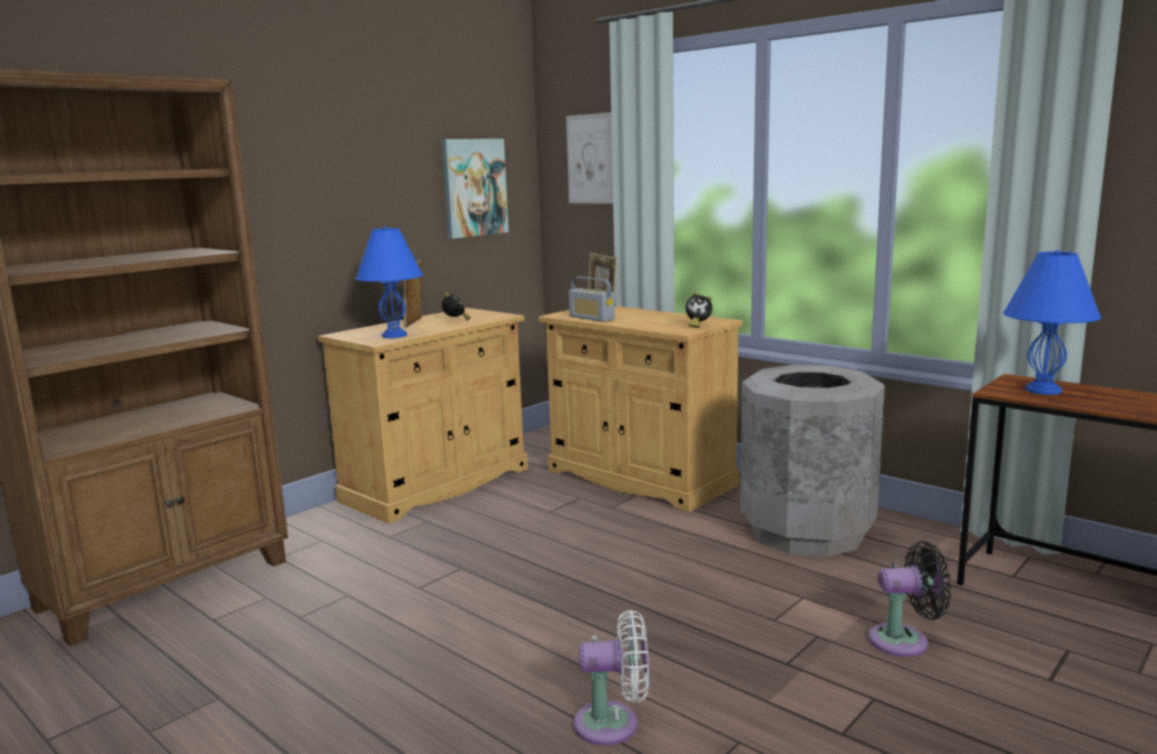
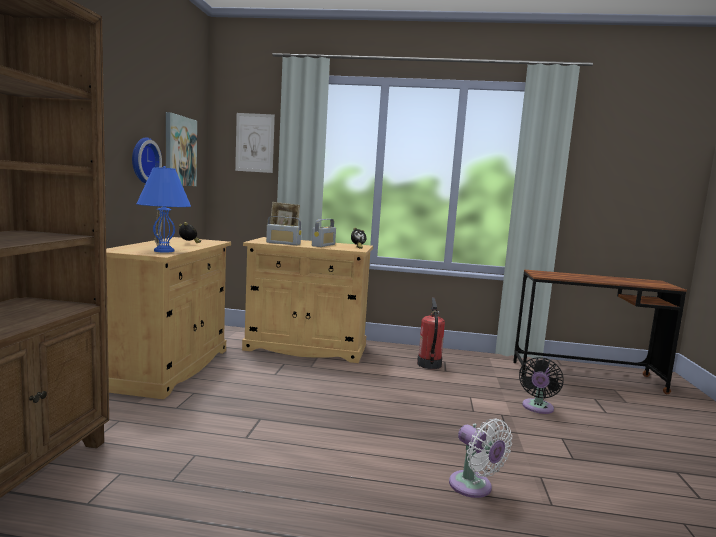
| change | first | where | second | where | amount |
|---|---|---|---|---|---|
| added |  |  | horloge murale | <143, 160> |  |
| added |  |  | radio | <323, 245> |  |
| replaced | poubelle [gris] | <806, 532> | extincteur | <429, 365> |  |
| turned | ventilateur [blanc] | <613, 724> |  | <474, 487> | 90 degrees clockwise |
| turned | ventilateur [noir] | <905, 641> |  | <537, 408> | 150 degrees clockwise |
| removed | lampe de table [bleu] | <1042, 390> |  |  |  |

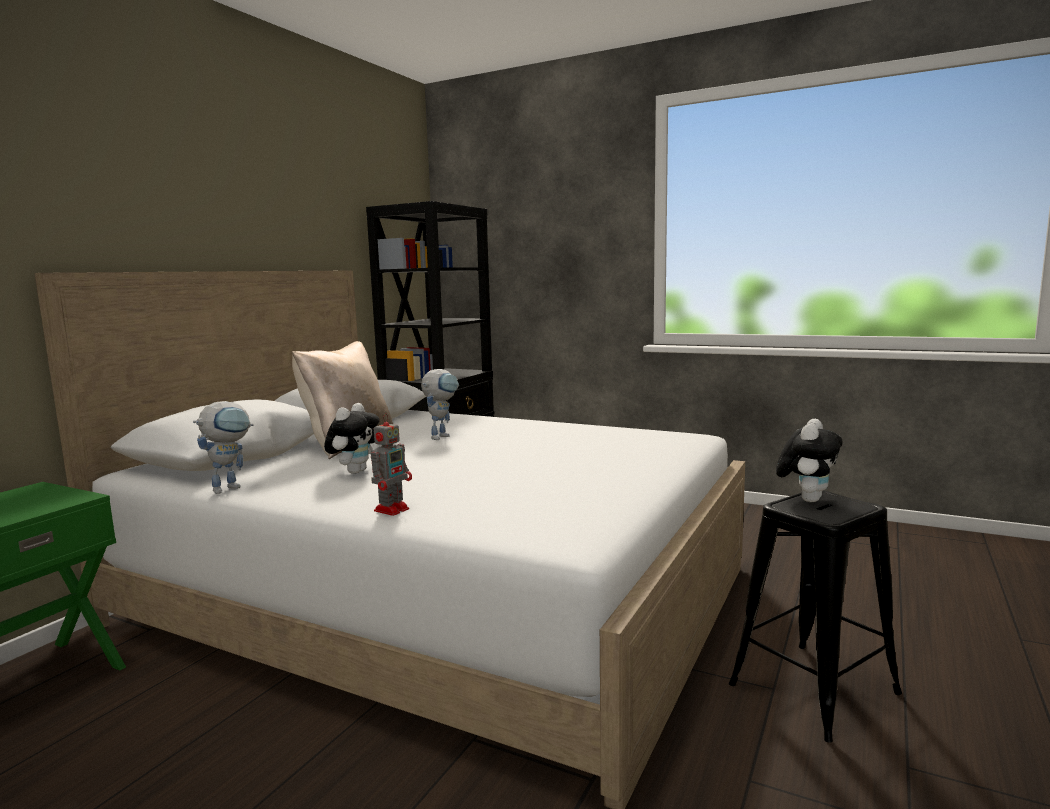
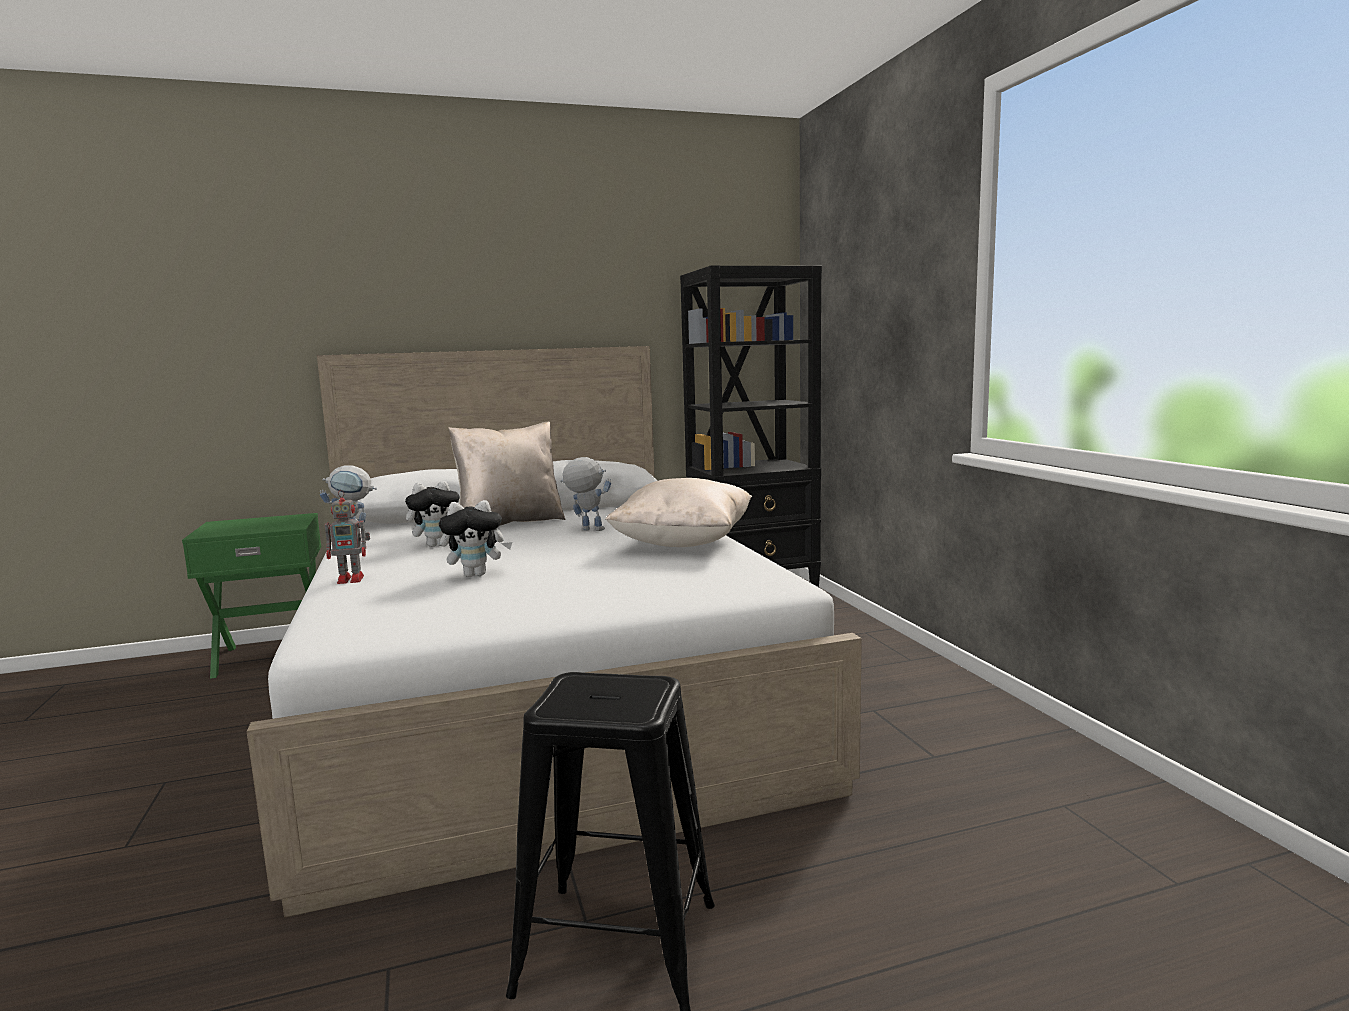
| change | first | where | second | where | amount |
|---|---|---|---|---|---|
| moved | peluche | <807, 499> |  | <477, 574> |  |
| turned | robot jouet | <442, 436> |  | <586, 530> | 150 degrees counterclockwise |
| added |  |  | coussin [beige] | <683, 543> |  |

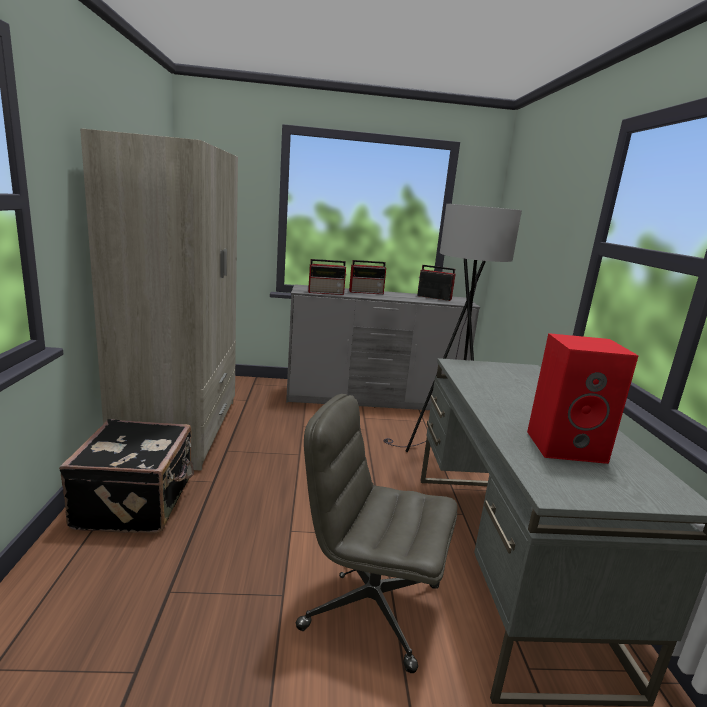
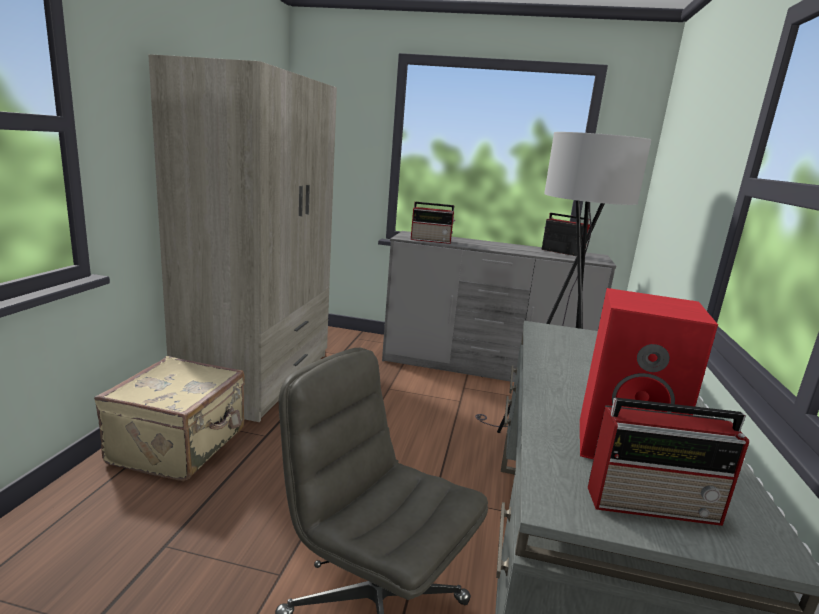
| change | first | where | second | where | amount |
|---|---|---|---|---|---|
| recoloured | valise [noir] | <137, 502> | valise [beige] | <181, 446> |  |
| moved | radio | <367, 292> |  | <654, 504> |  |

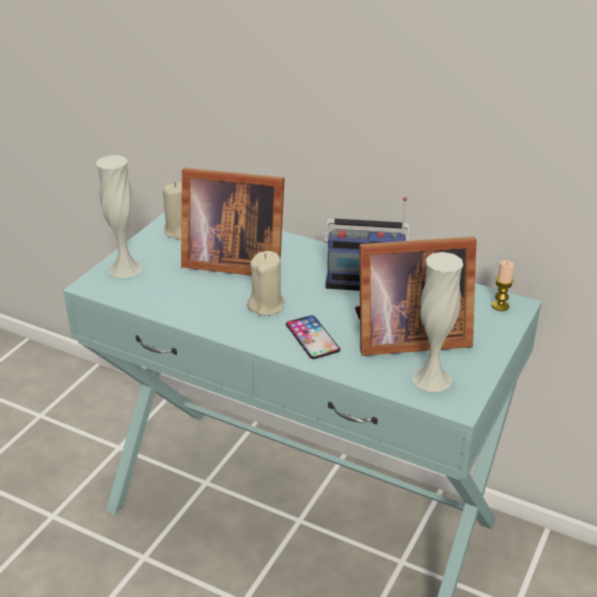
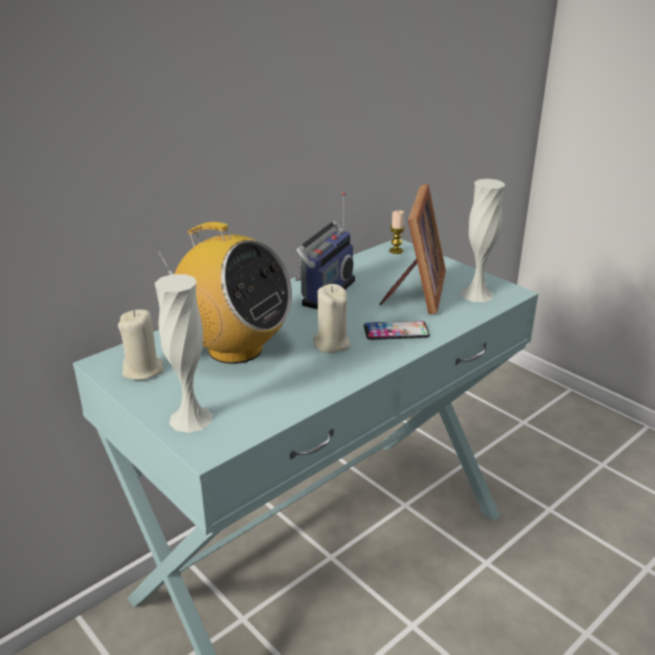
| change | first | where | second | where | amount |
|---|---|---|---|---|---|
| replaced | cadre photo | <231, 260> | radio | <234, 349> |  |

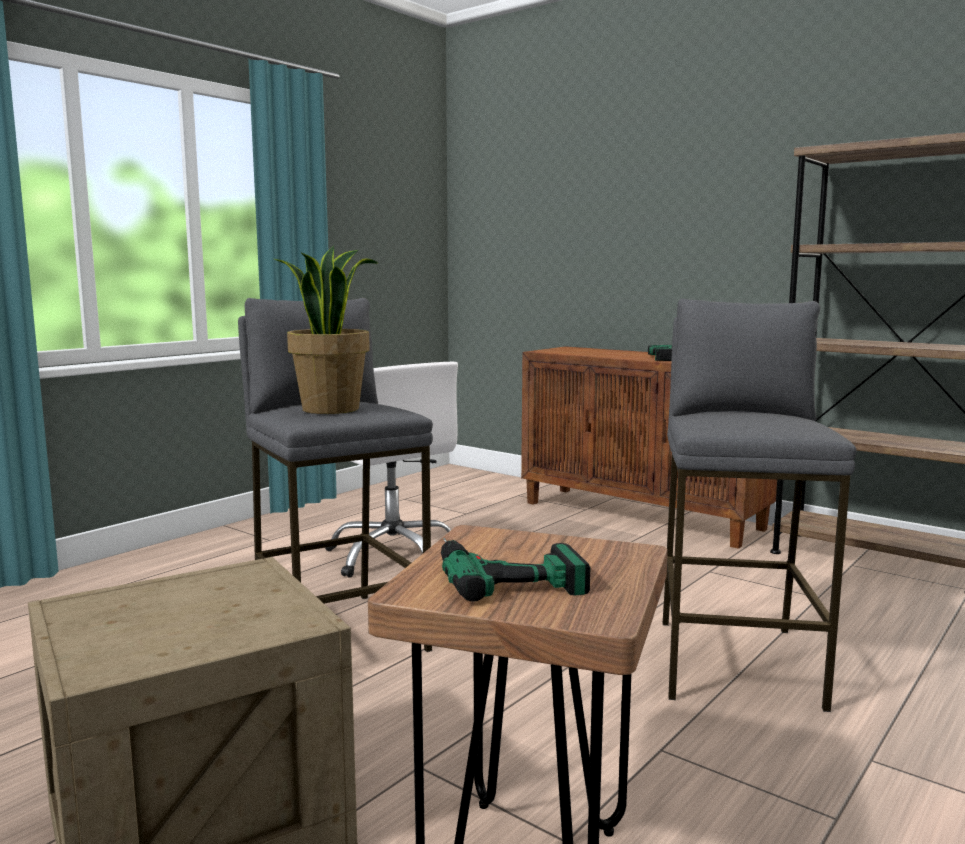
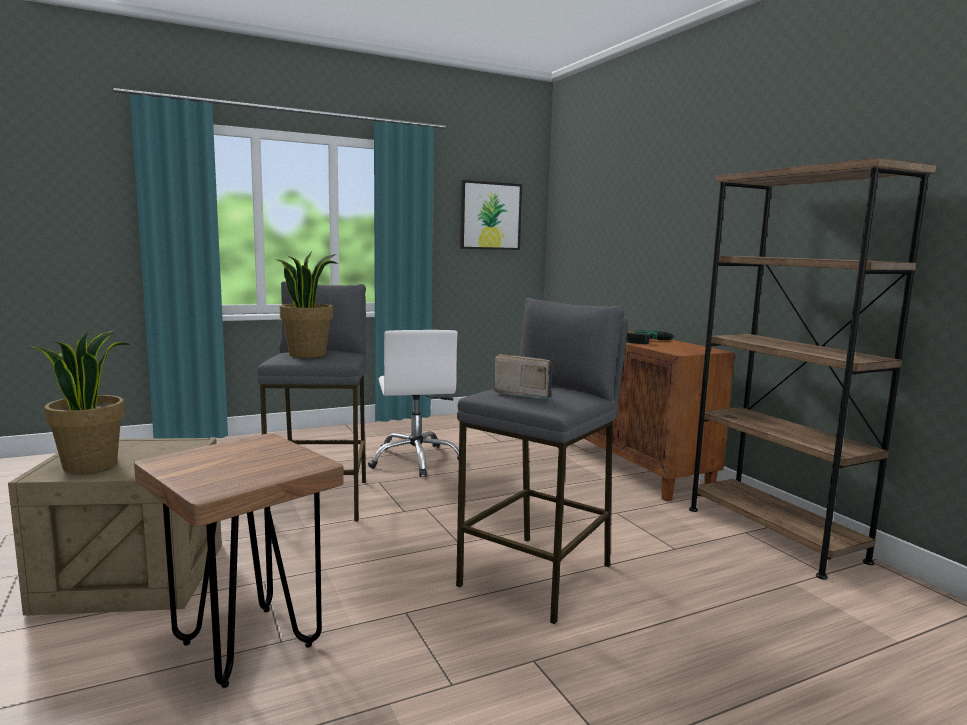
| change | first | where | second | where | amount |
|---|---|---|---|---|---|
| added |  |  | plante en pot | <90, 465> |  |
| added |  |  | tableau | <490, 216> |  |
| added |  |  | radio | <524, 394> |  |
| removed | perceuse | <504, 572> |  |  |  |

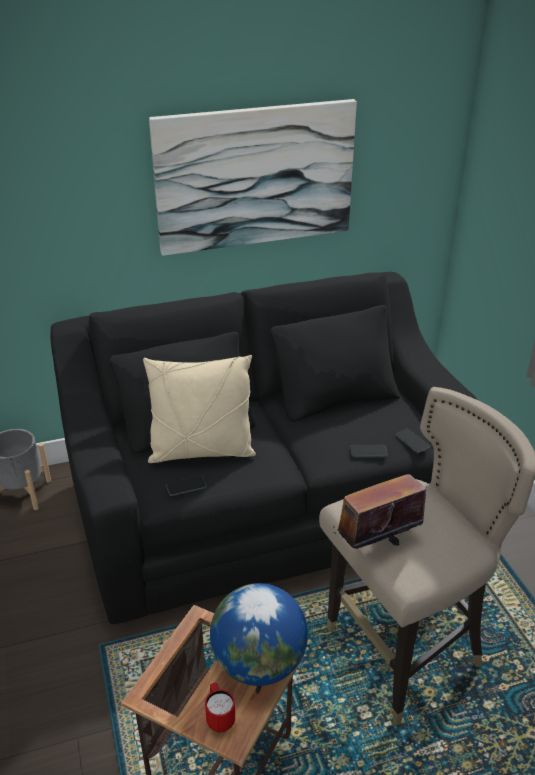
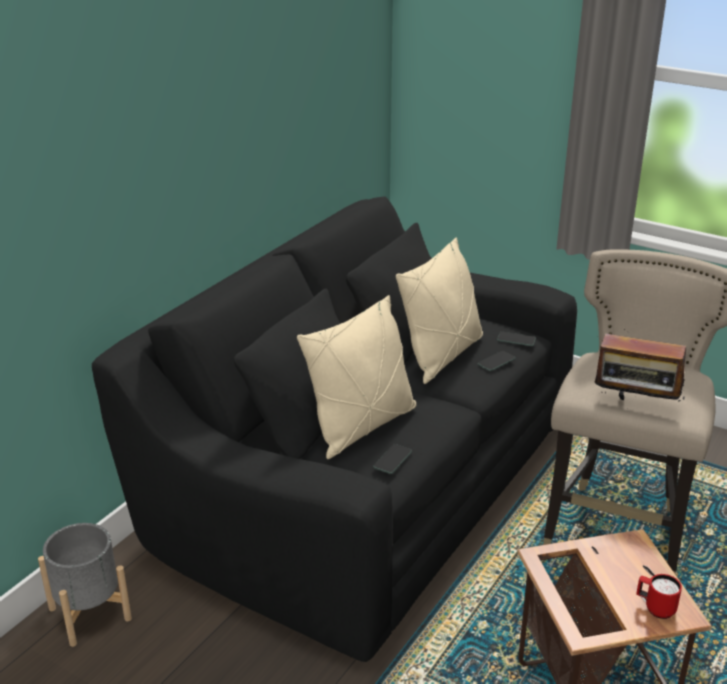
| change | first | where | second | where | amount |
|---|---|---|---|---|---|
| added |  |  | coussin [beige] | <442, 356> |  |
| turned | radio | <376, 544> |  | <635, 406> | 90 degrees counterclockwise |
| removed | tableau | <255, 177> |  |  |  |
| removed | globe | <259, 663> |  |  |  |

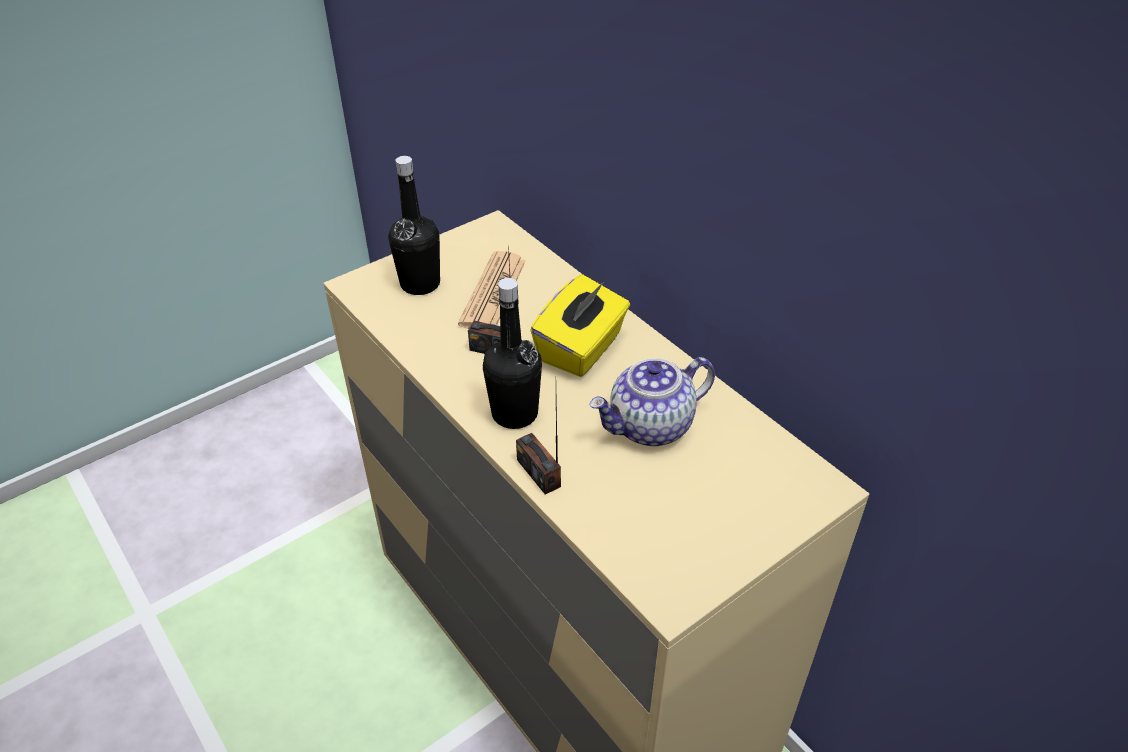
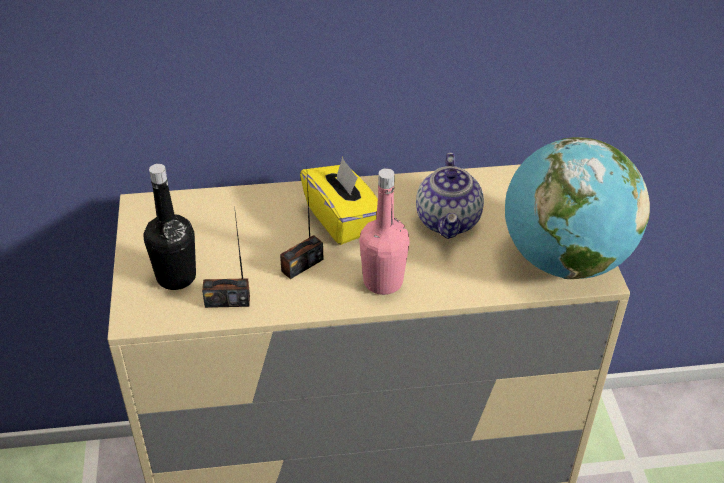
| change | first | where | second | where | amount |
|---|---|---|---|---|---|
| moved | radio | <539, 473> |  | <227, 301> |  |
| recoloured | bouteille [noir] | <515, 413> | bouteille [rose] | <383, 281> |  |
| added |  |  | globe | <564, 260> |  |
| removed | journal | <493, 292> |  |  |  |

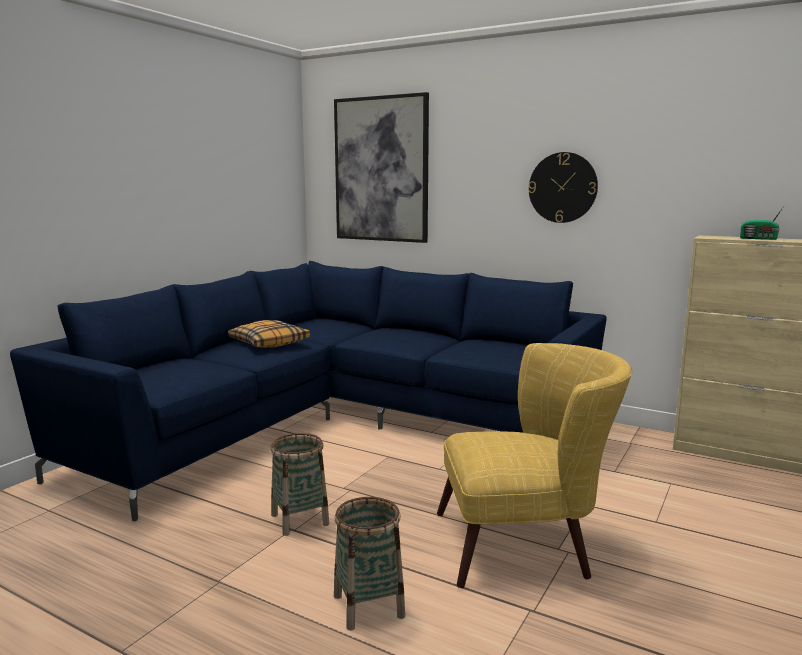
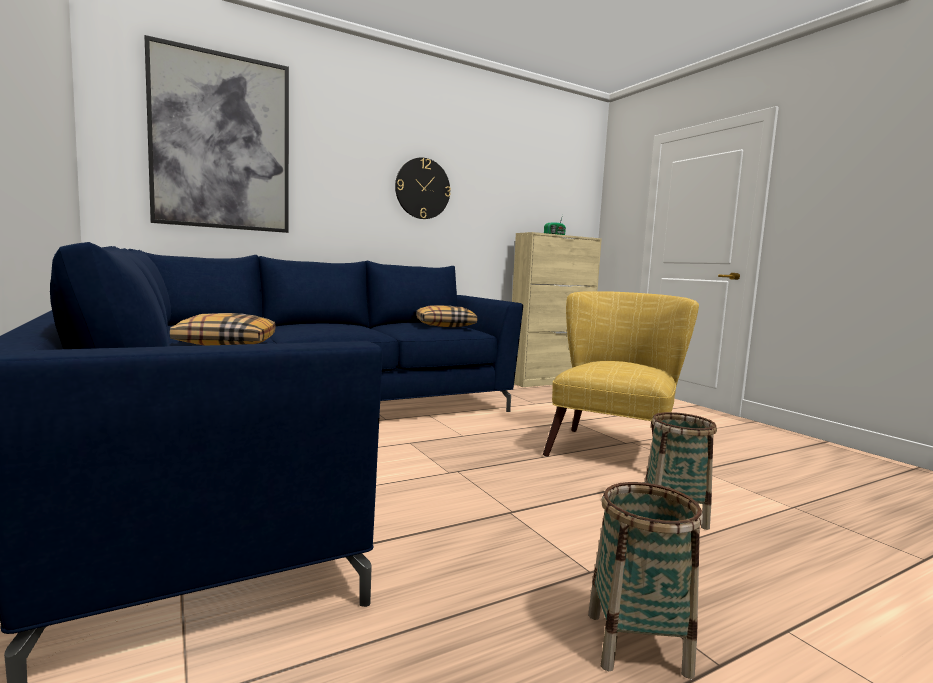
| change | first | where | second | where | amount |
|---|---|---|---|---|---|
| added |  |  | coussin | <444, 325> |  |
| moved | panier | <299, 519> |  | <637, 643> |  |

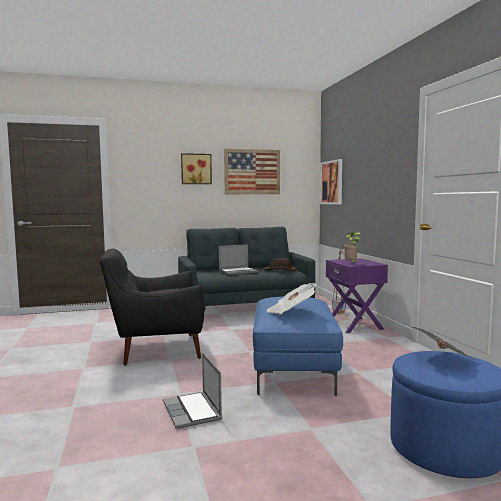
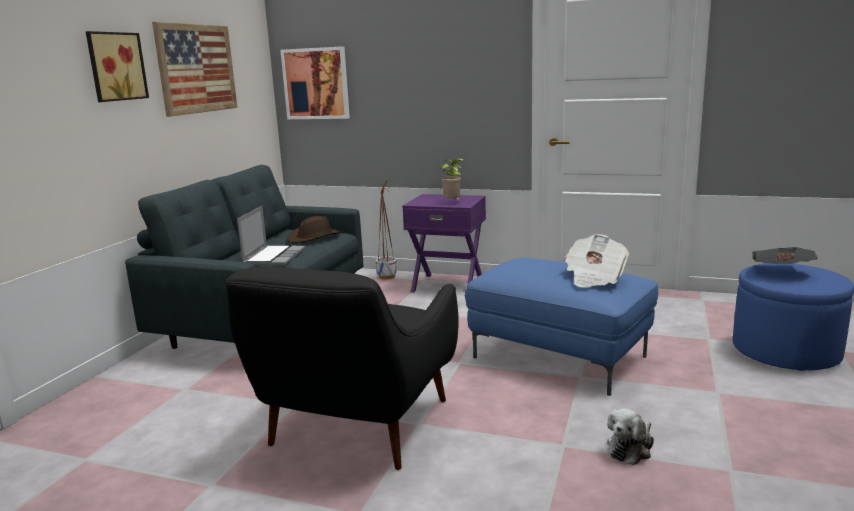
| change | first | where | second | where | amount |
|---|---|---|---|---|---|
| replaced | ordinateur portable | <192, 411> | peluche | <630, 448> |  |

